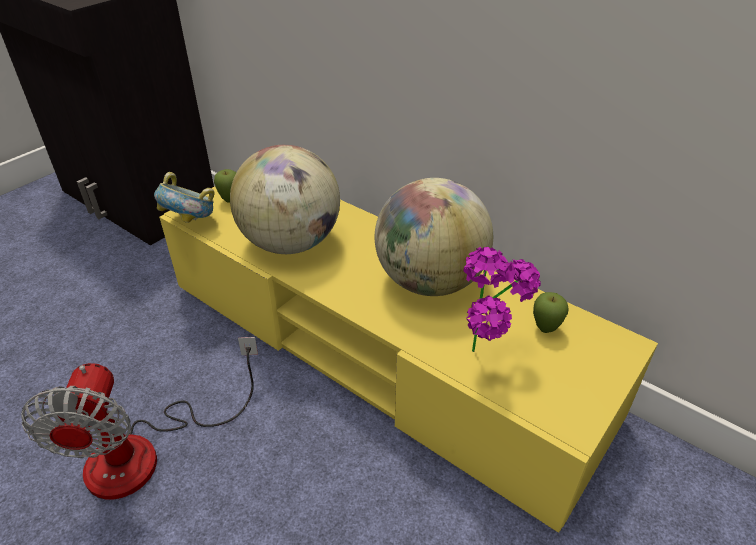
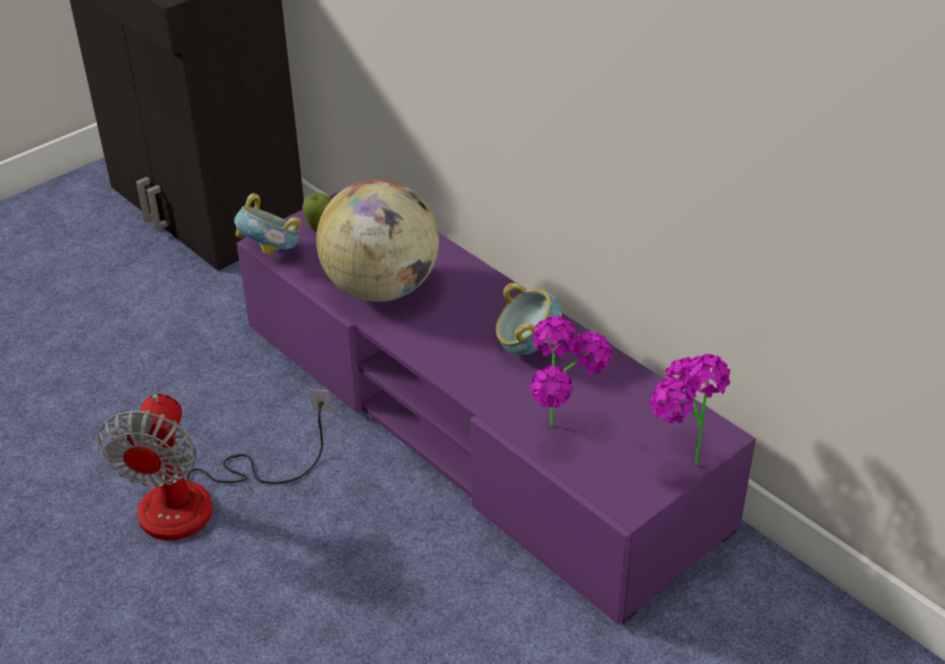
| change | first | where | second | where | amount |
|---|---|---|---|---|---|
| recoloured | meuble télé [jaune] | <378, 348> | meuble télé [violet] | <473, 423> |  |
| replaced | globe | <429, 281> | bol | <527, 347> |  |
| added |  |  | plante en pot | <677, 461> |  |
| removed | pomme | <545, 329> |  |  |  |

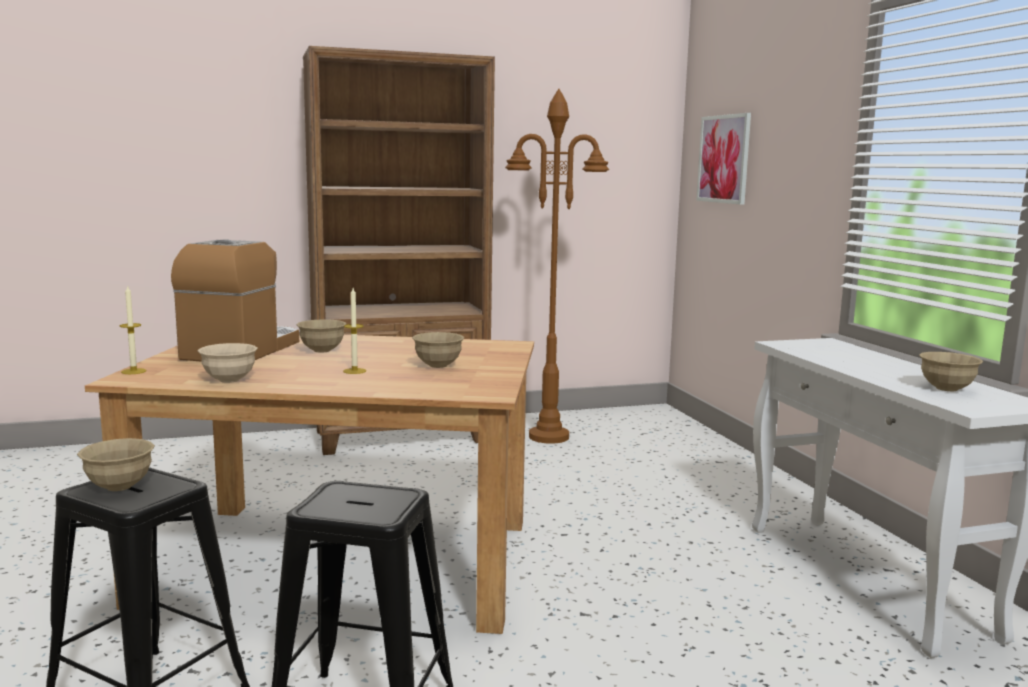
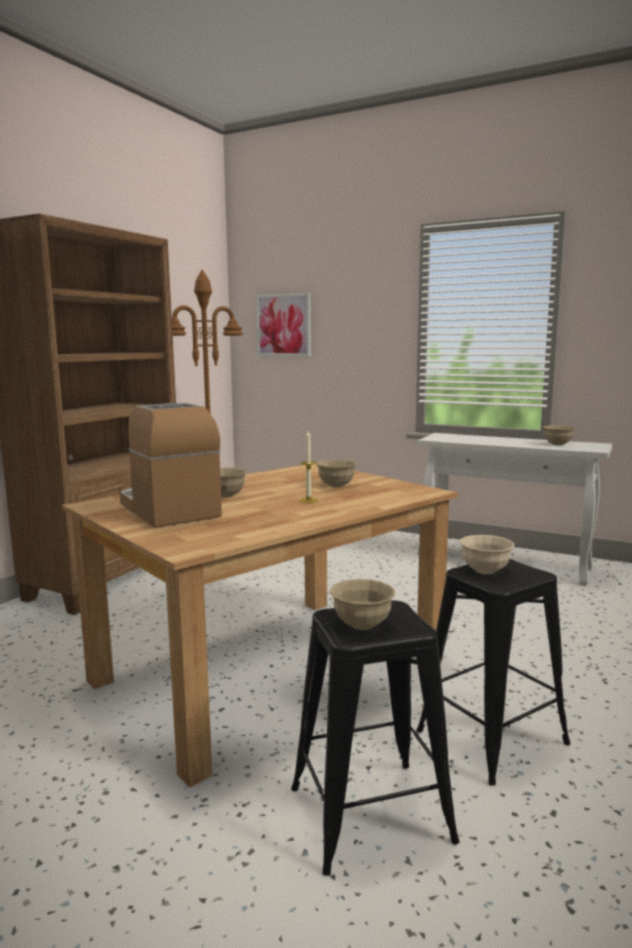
| change | first | where | second | where | amount |
|---|---|---|---|---|---|
| moved | bol [beige] | <229, 380> |  | <485, 571> |  |
| removed | bougie | <133, 371> |  |  |  |

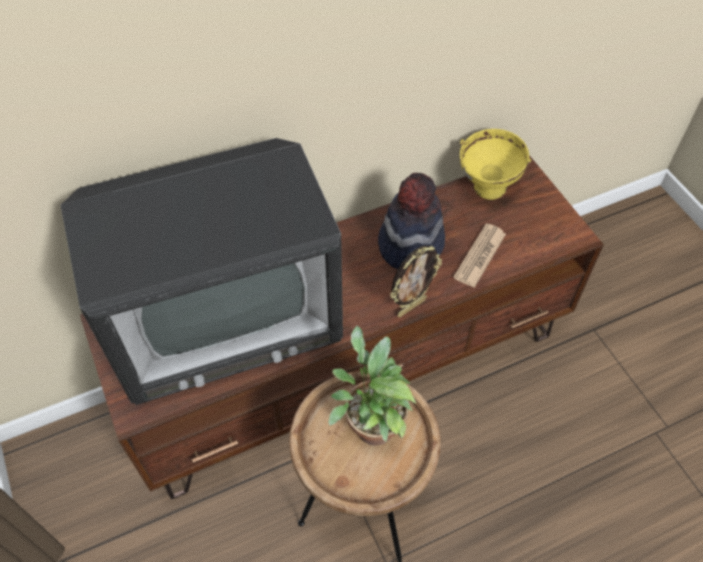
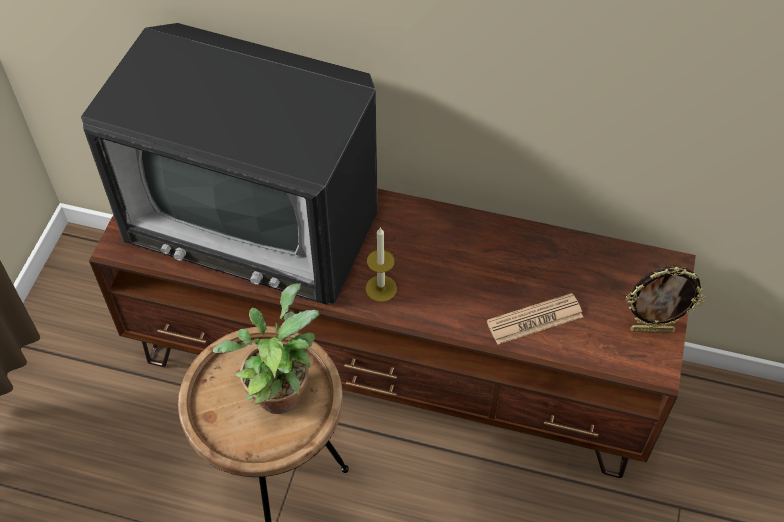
| change | first | where | second | where | amount |
|---|---|---|---|---|---|
| added |  |  | bougie | <381, 288> |  |
| moved | cadre photo | <411, 306> |  | <651, 329> |  |
| removed | chapeau | <410, 244> |  |  |  |
| removed | bol [jaune] | <487, 191> |  |  |  |

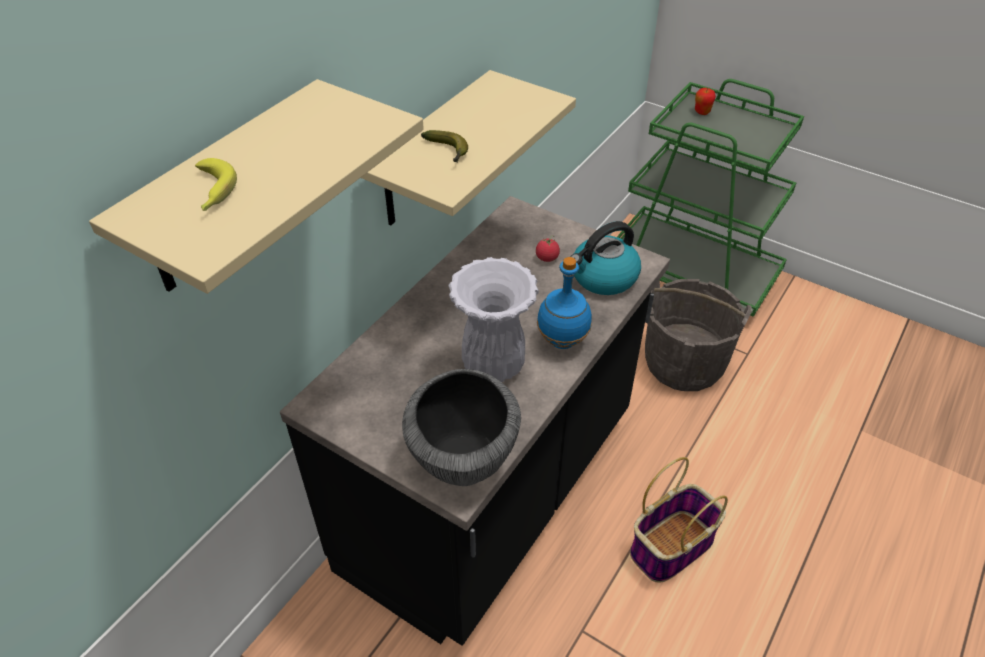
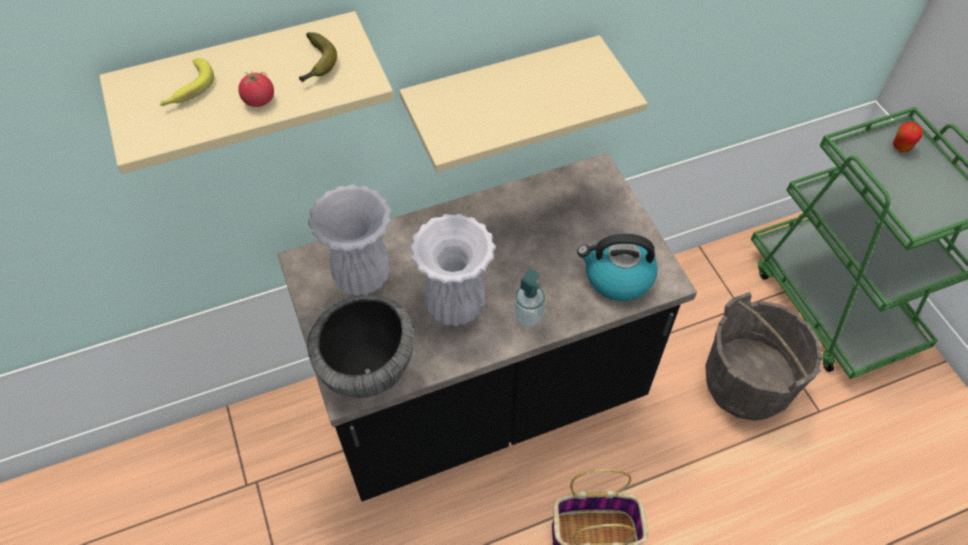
| change | first | where | second | where | amount |
|---|---|---|---|---|---|
| moved | tomate | <547, 258> |  | <259, 100> |  |
| moved | banane | <448, 152> |  | <317, 64> |  |
| added |  |  | vase [blanc] | <362, 278> |  |
| replaced | bouteille [bleu] | <561, 341> | distributeur de savon | <528, 316> |  |

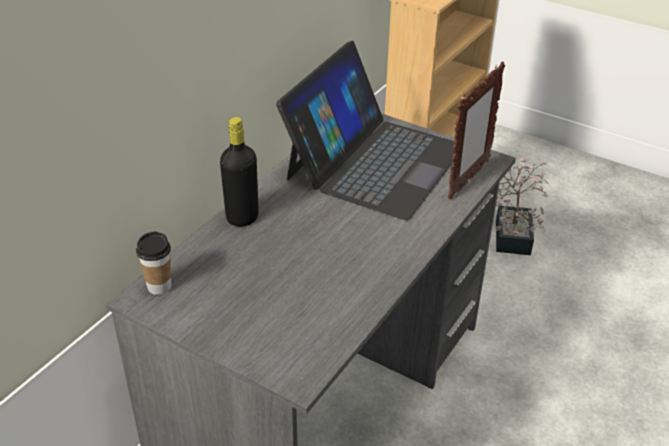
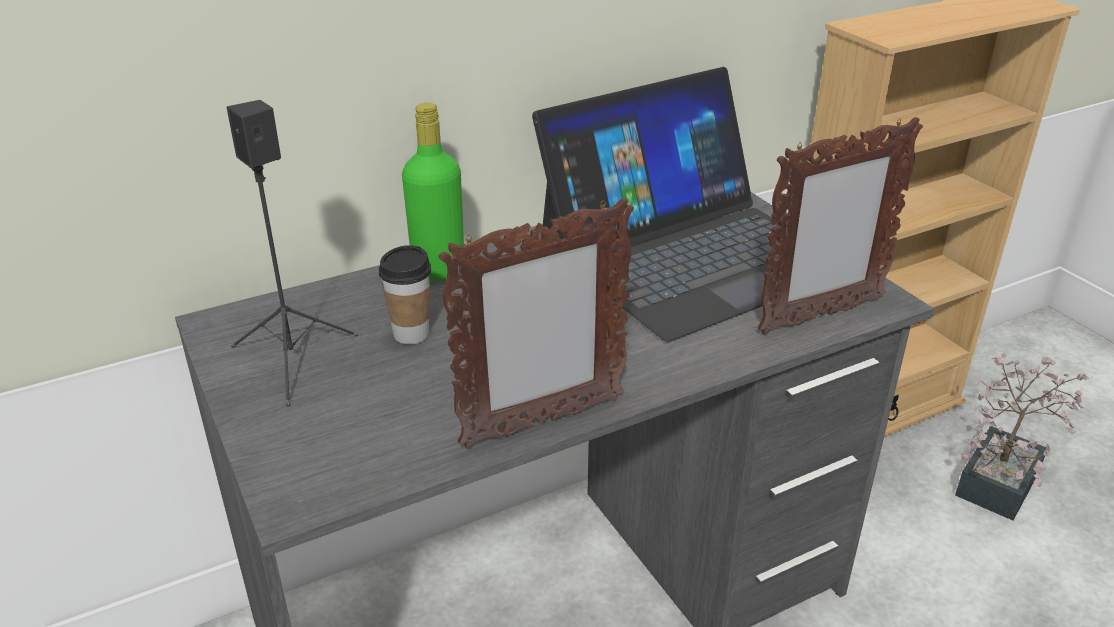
| change | first | where | second | where | amount |
|---|---|---|---|---|---|
| added |  |  | enceinte [noir] | <293, 362> |  |
| moved | tasse | <159, 287> |  | <411, 334> |  |
| recoloured | bouteille [noir] | <242, 217> | bouteille [vert] | <438, 270> |  |
| added |  |  | cadre photo | <541, 423> |  |

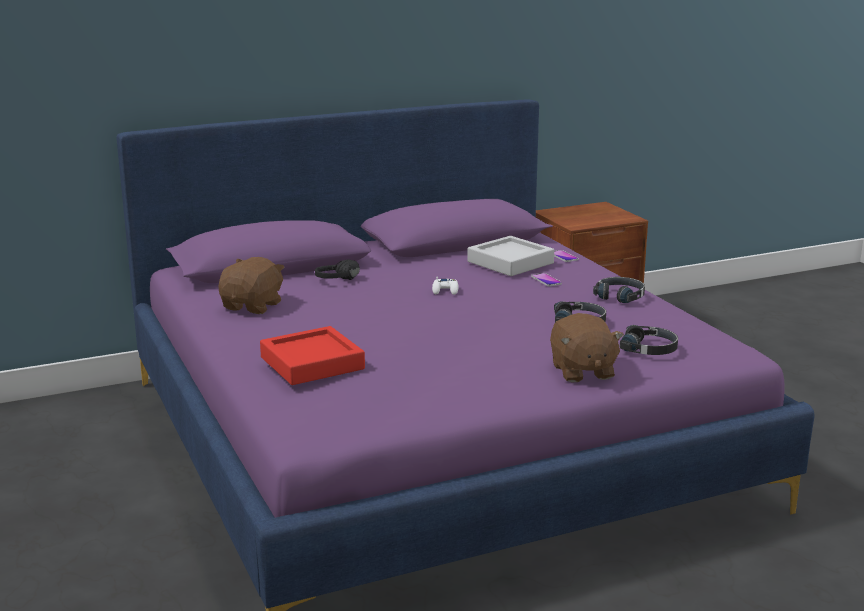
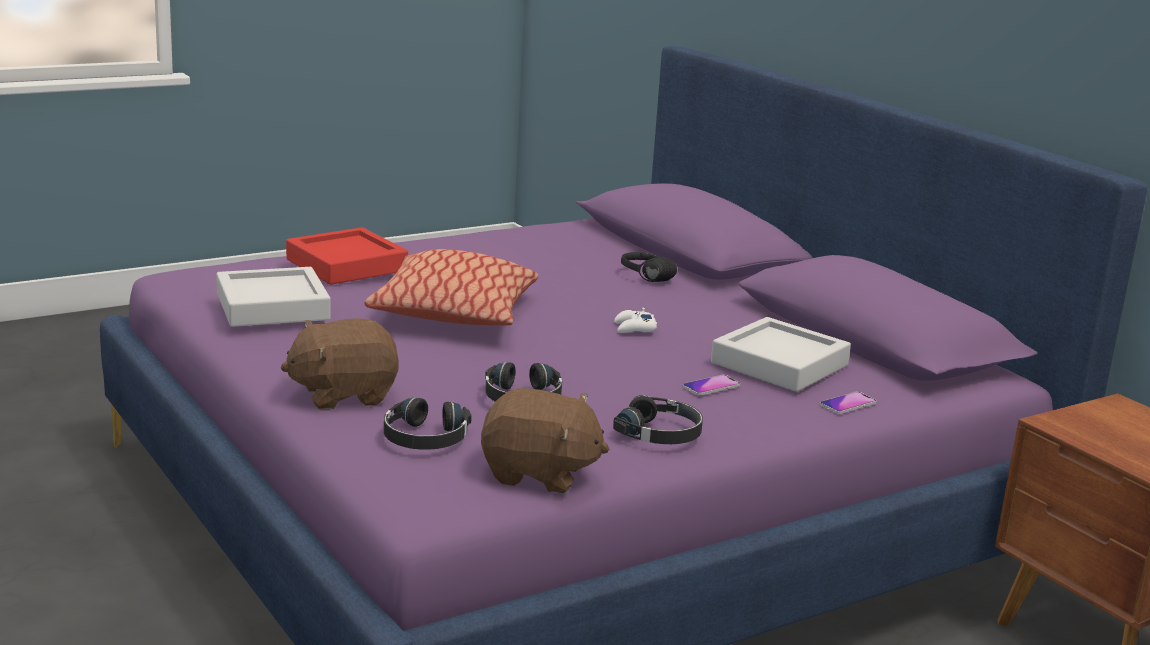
| change | first | where | second | where | amount |
|---|---|---|---|---|---|
| added |  |  | plateau [gris] | <272, 307> |  |
| added |  |  | coussin | <454, 312> |  |
| moved | peluche [marron] | <253, 306> |  | <539, 474> |  |

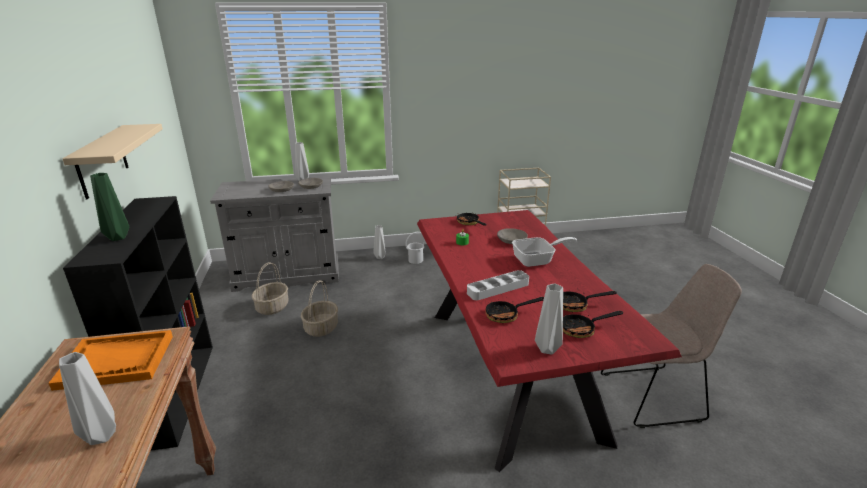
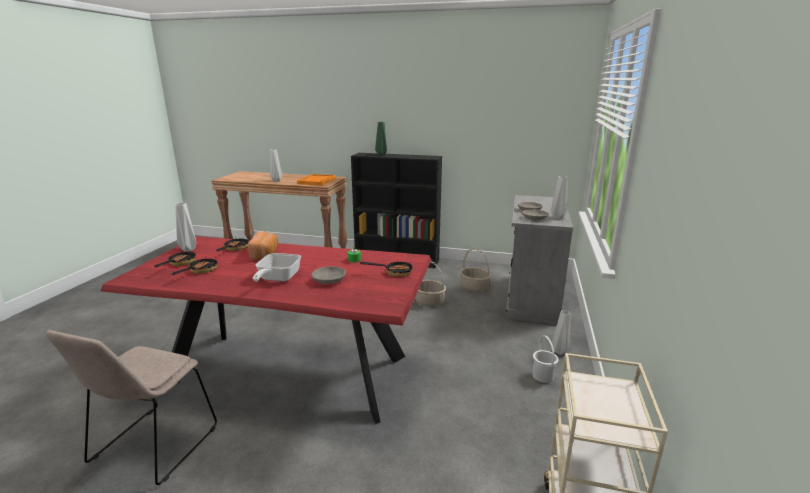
| change | first | where | second | where | amount |
|---|---|---|---|---|---|
| replaced | plateau [gris] | <498, 288> | pain | <265, 254> |  |
| removed | étagère [beige] | <102, 161> |  |  |  |

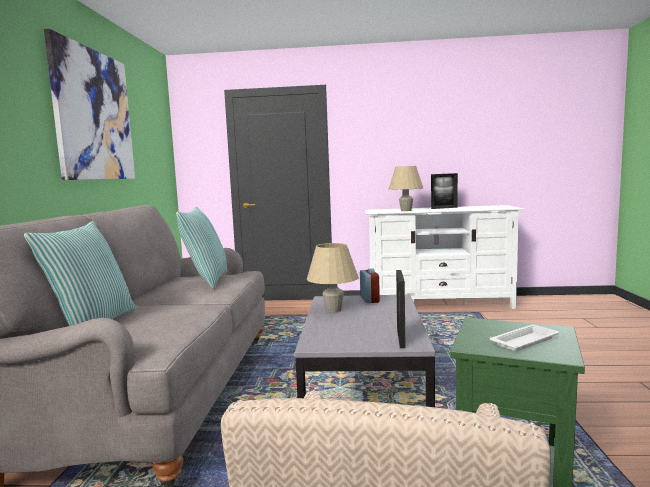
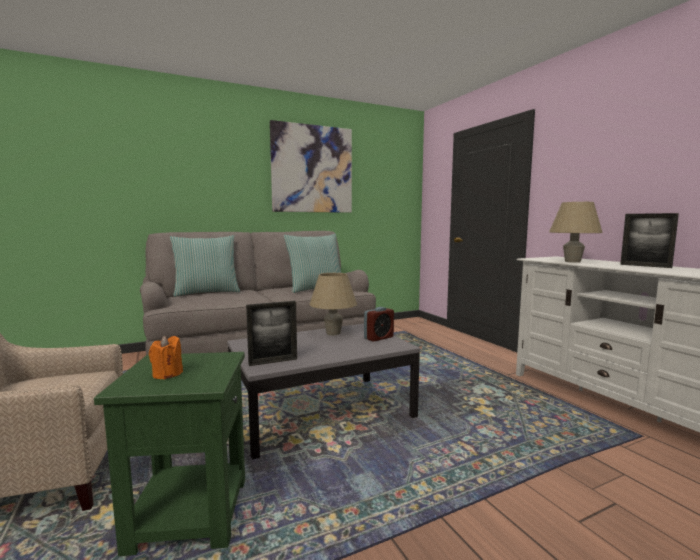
| change | first | where | second | where | amount |
|---|---|---|---|---|---|
| replaced | plateau [blanc] | <525, 341> | bougie [orange] | <167, 374> |  |

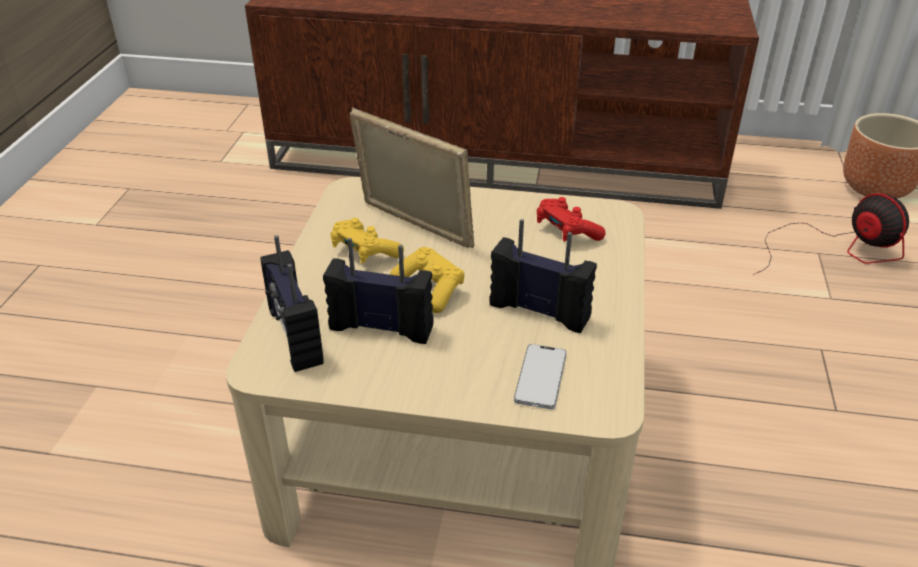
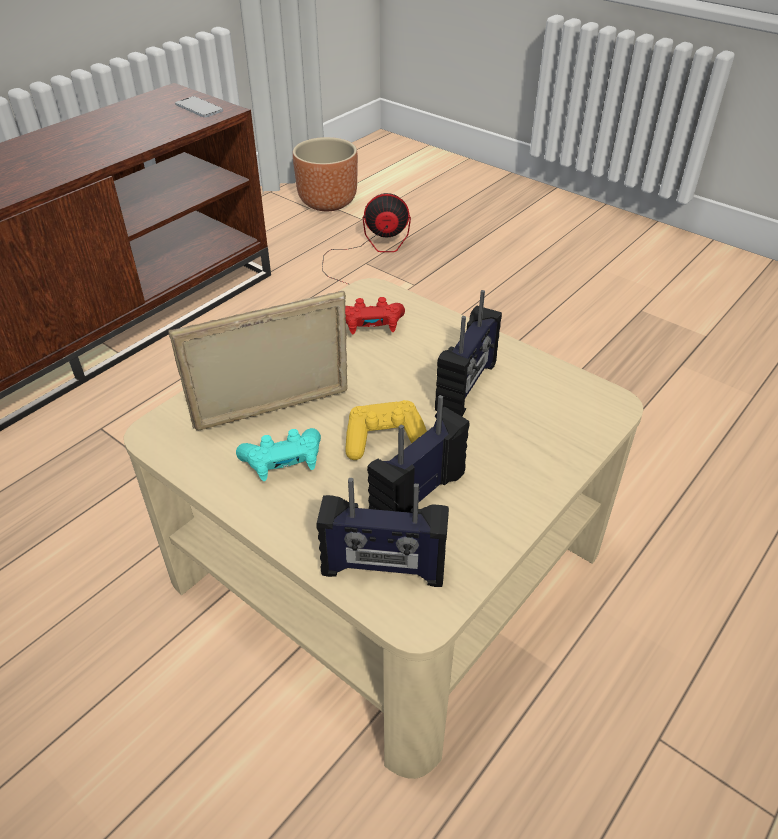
| change | first | where | second | where | amount |
|---|---|---|---|---|---|
| moved | téléphone | <540, 377> |  | <199, 108> |  |
| recoloured | manette [jaune] | <364, 252> | manette [turquoise] | <283, 463> |  |
| turned | radio | <540, 310> |  | <467, 387> | 150 degrees clockwise |

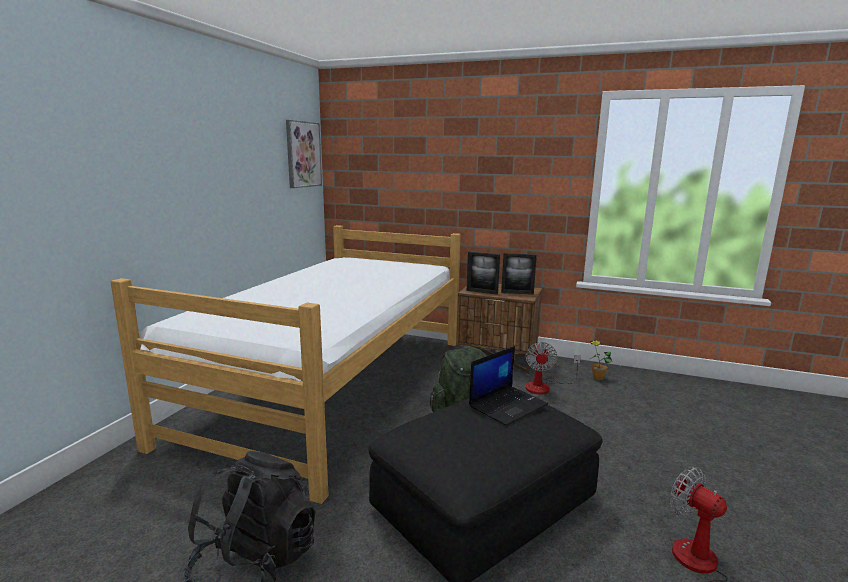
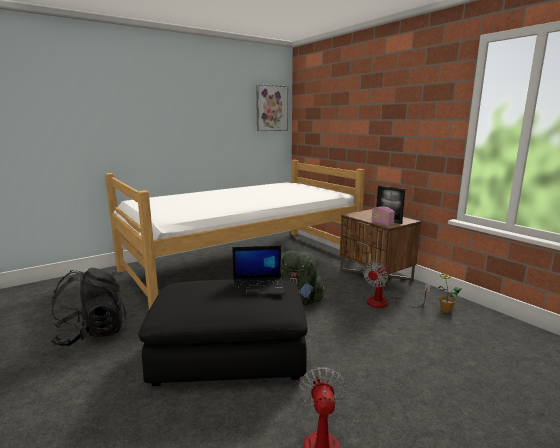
| change | first | where | second | where | amount |
|---|---|---|---|---|---|
| added |  |  | radio | <382, 223> |  |
| removed | cadre photo | <482, 292> |  |  |  |

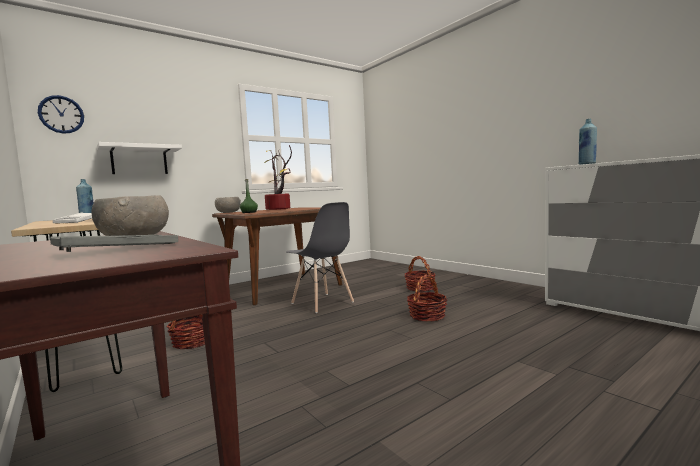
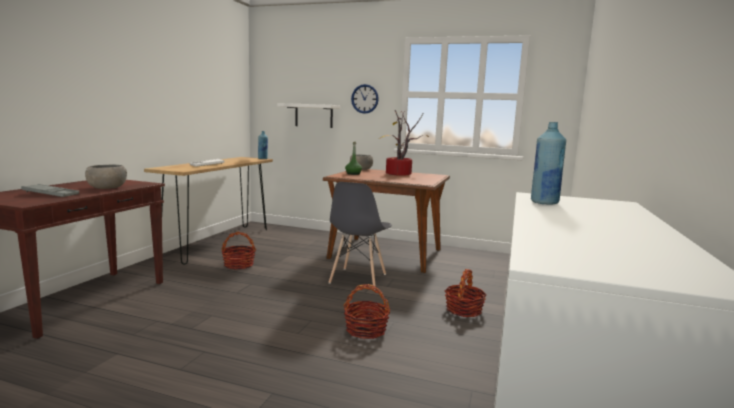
| change | first | where | second | where | amount |
|---|---|---|---|---|---|
| moved | horloge murale | <61, 114> |  | <365, 99> |  |

